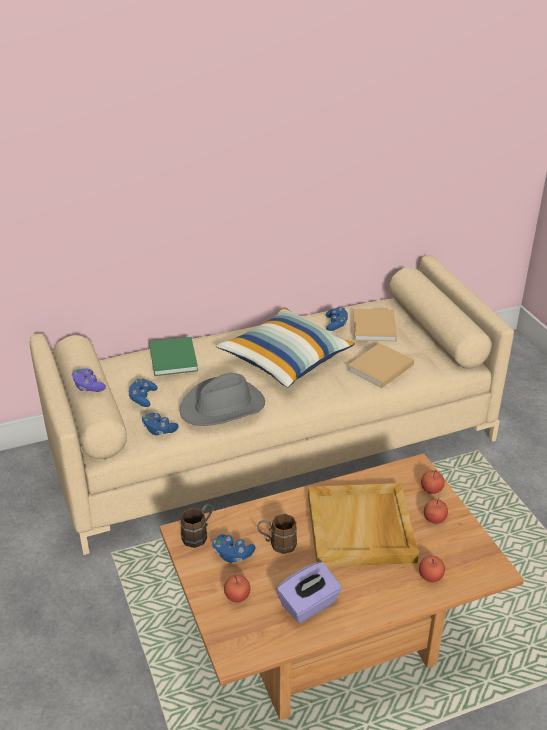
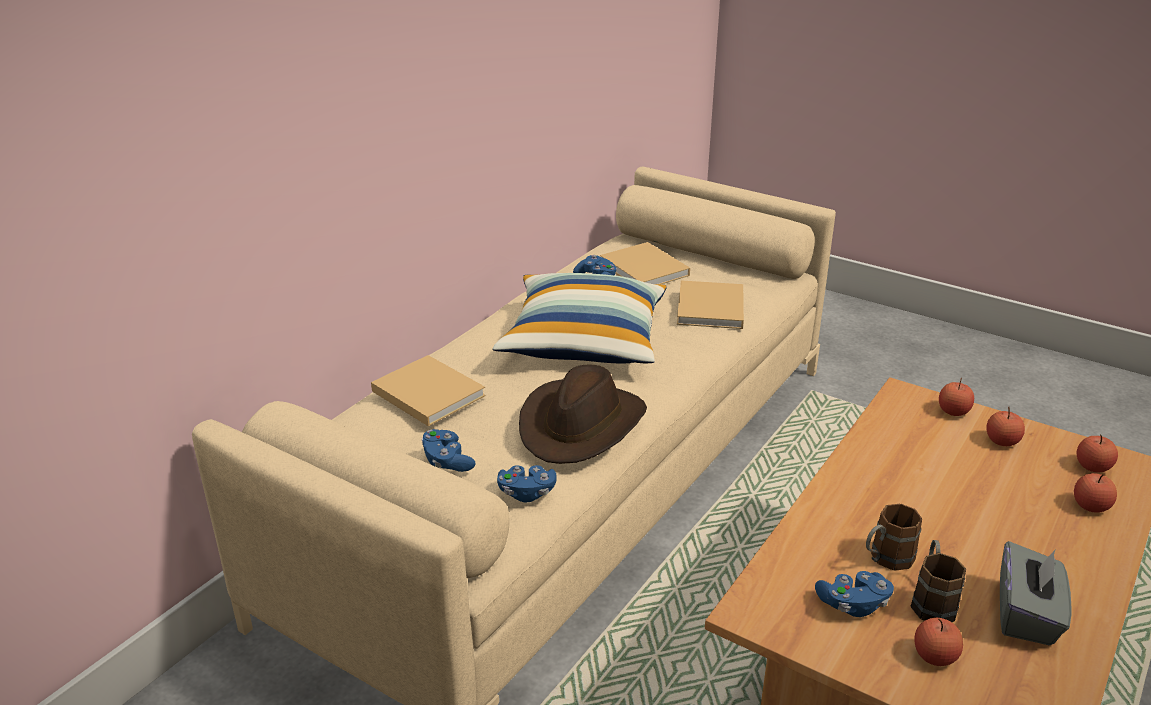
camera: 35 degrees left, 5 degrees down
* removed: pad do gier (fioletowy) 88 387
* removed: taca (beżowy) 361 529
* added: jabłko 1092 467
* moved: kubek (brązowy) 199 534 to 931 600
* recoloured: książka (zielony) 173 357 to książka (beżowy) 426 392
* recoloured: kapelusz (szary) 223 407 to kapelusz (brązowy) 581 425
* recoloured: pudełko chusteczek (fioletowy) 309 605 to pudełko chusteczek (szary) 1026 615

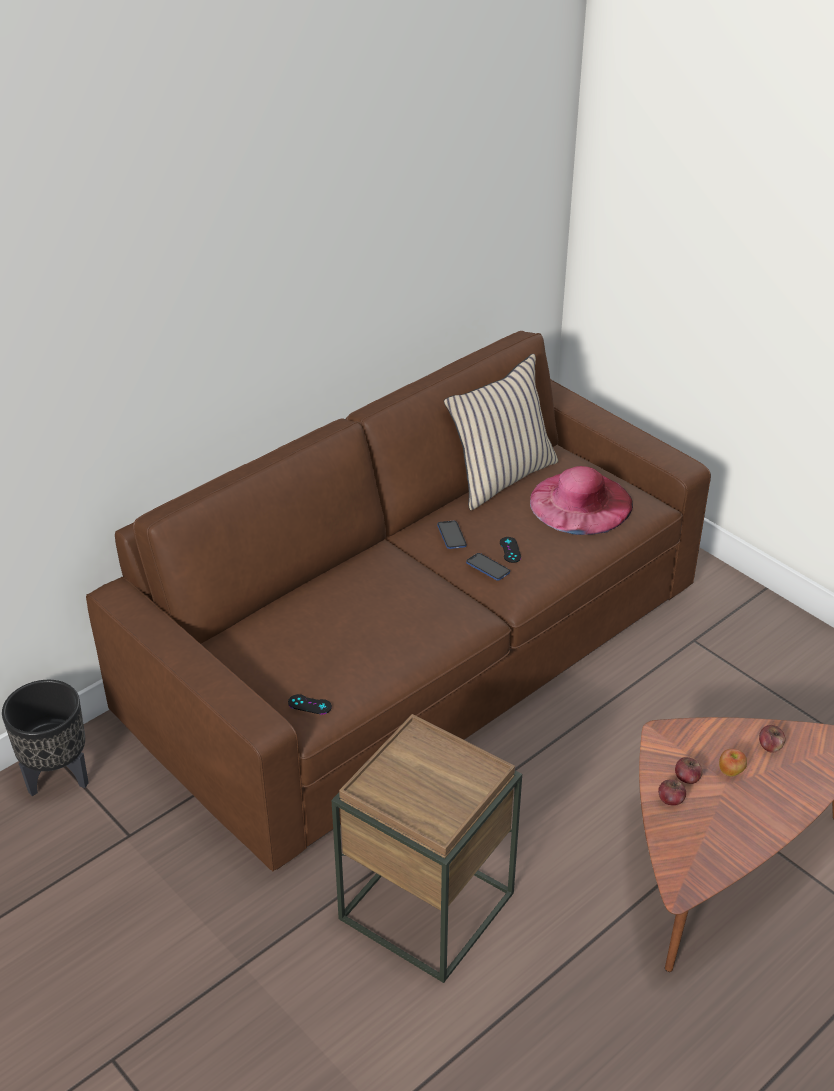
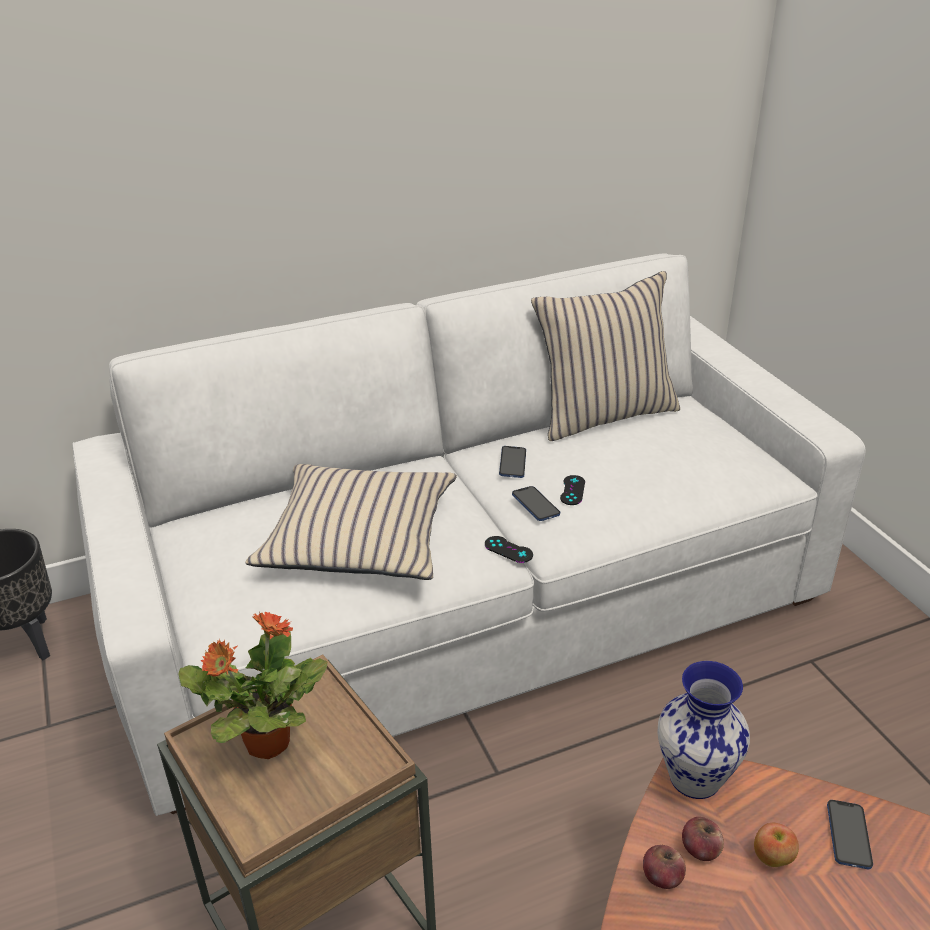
camera: 20 degrees right, 5 degrees down
* removed: kapelusz (różowy) 581 502
* added: roślina doniczkowa 265 742
* added: poduszka (beżowy) 359 537
* added: wazon 693 777
* moved: pad do gier (czarny) 309 704 to 508 549
* replaced: jabłko 770 746 to telefon 848 835
* recoloured: kanapa (brązowy) 416 653 to kanapa (biały) 467 599

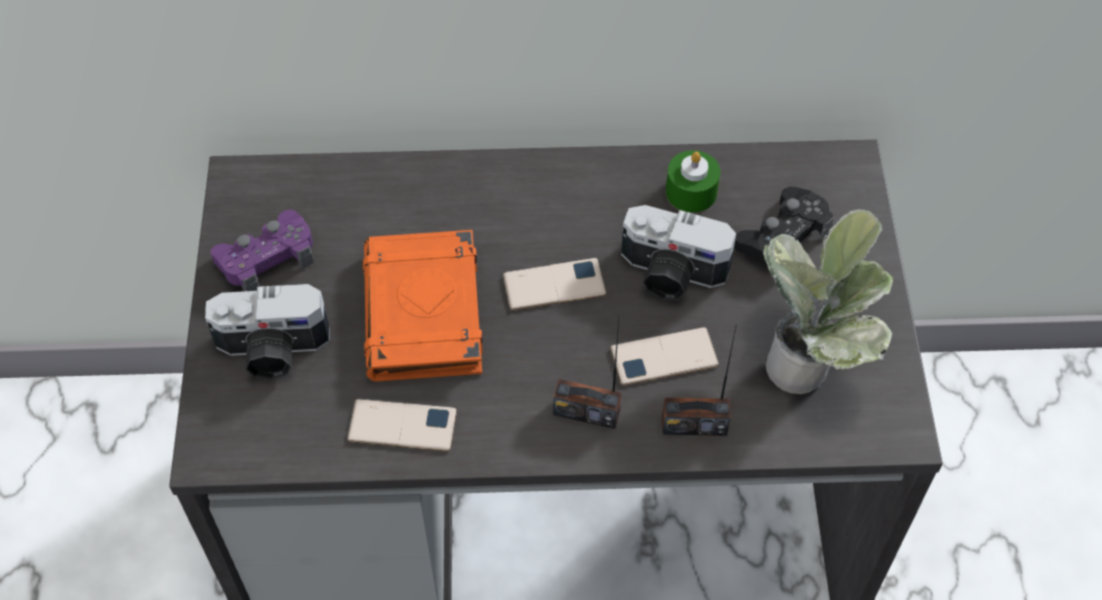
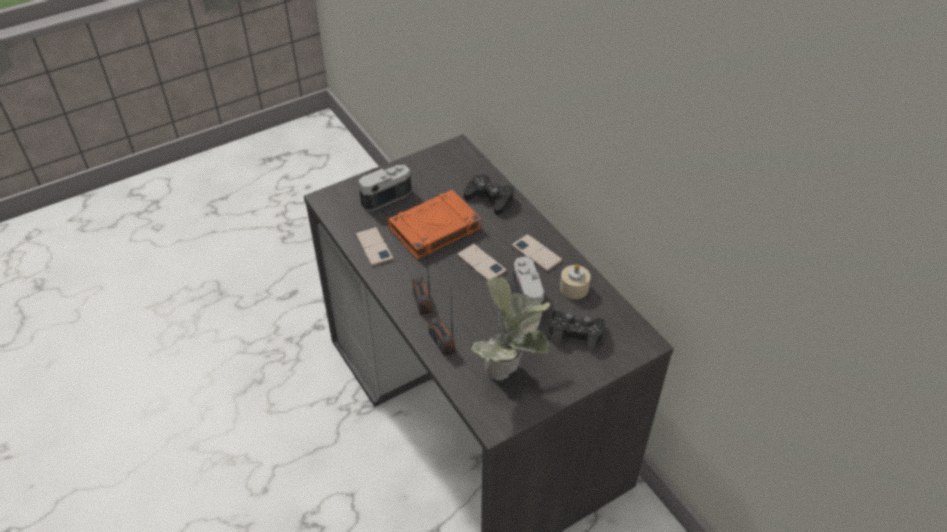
camera: 60 degrees right, 10 degrees down
* removed: pad do gier (fioletowy) 267 258
* added: pad do gier (czarny) 489 198
* moved: telefon 664 357 to 536 253
* recoloured: świeca (zielony) 691 192 to świeca (beżowy) 574 288
* turned: aparat fotograficzny 272 351 = 383 194 90 degrees clockwise

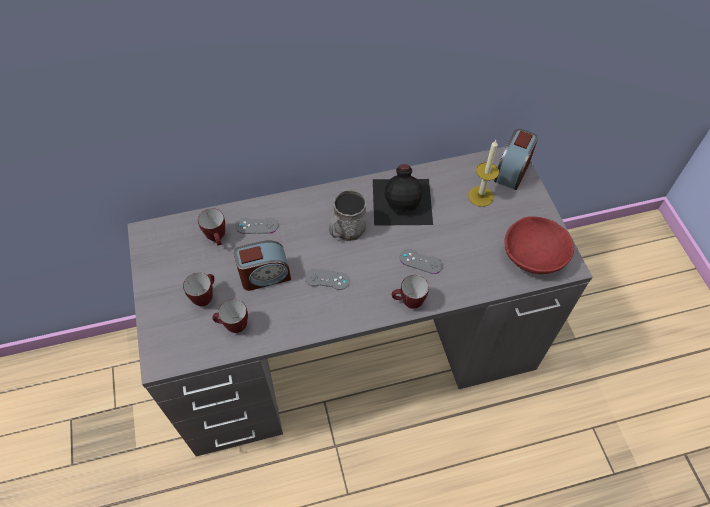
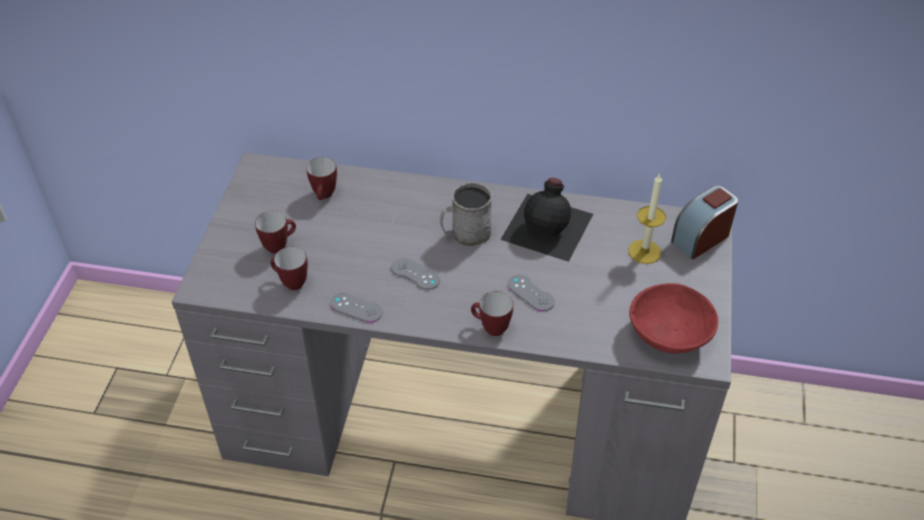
camera: 25 degrees right, 10 degrees down
* removed: budzik 265 275
* moved: pad do gier (szary) 256 225 to 356 307

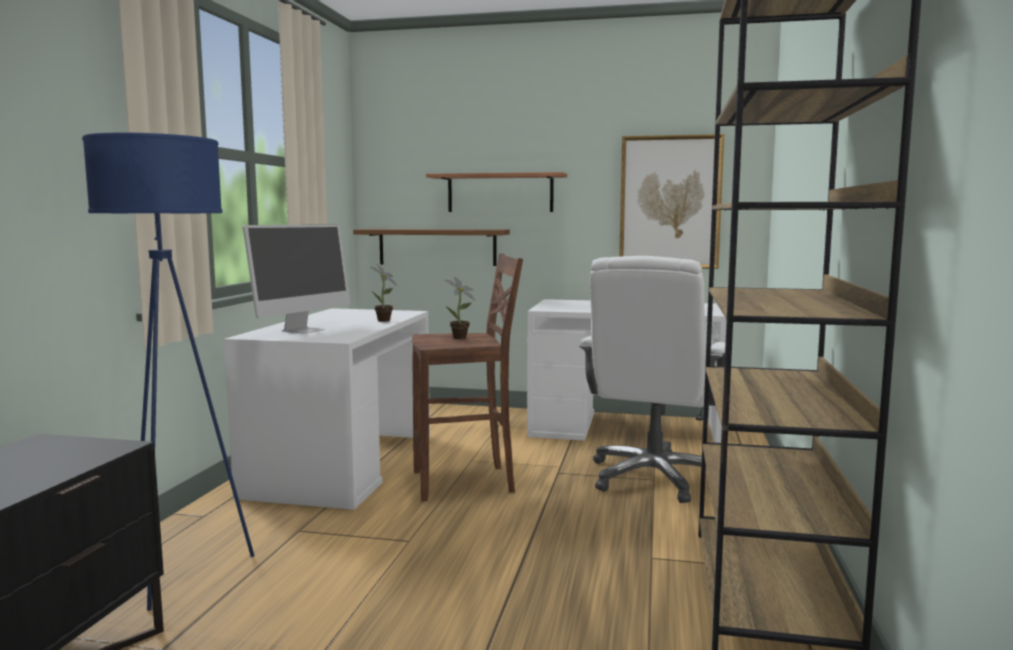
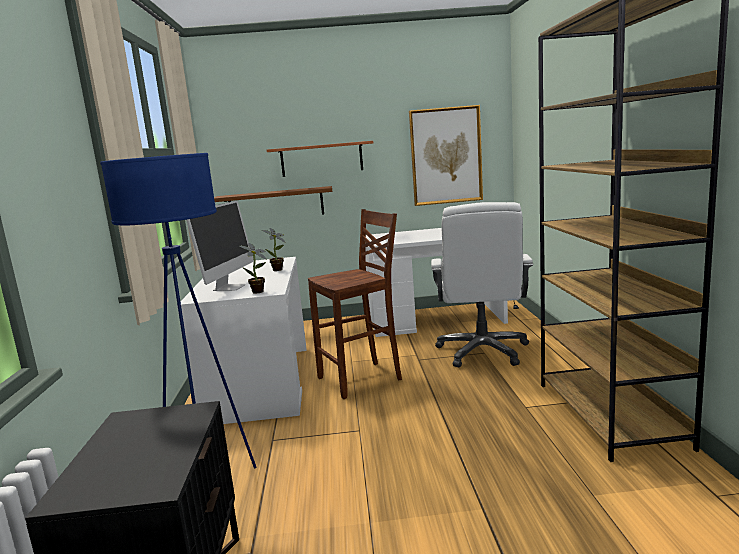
camera: 15 degrees left, 5 degrees up
* moved: roślina doniczkowa 461 338 to 259 292

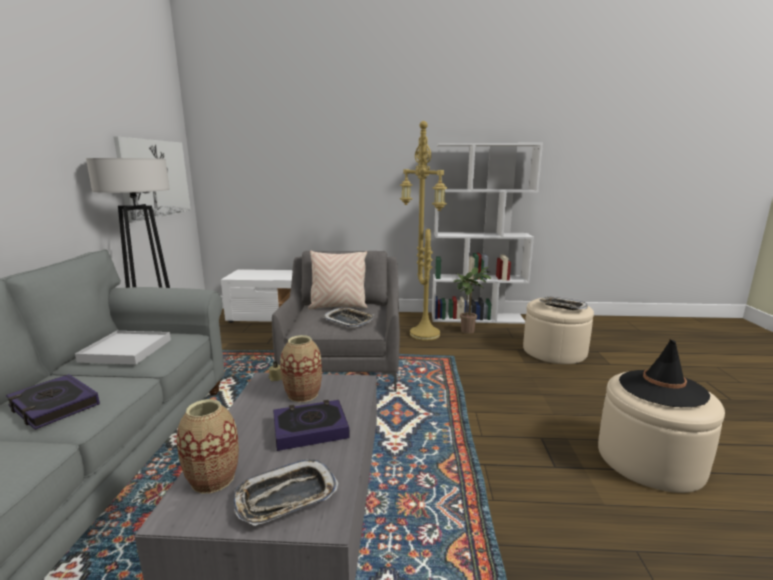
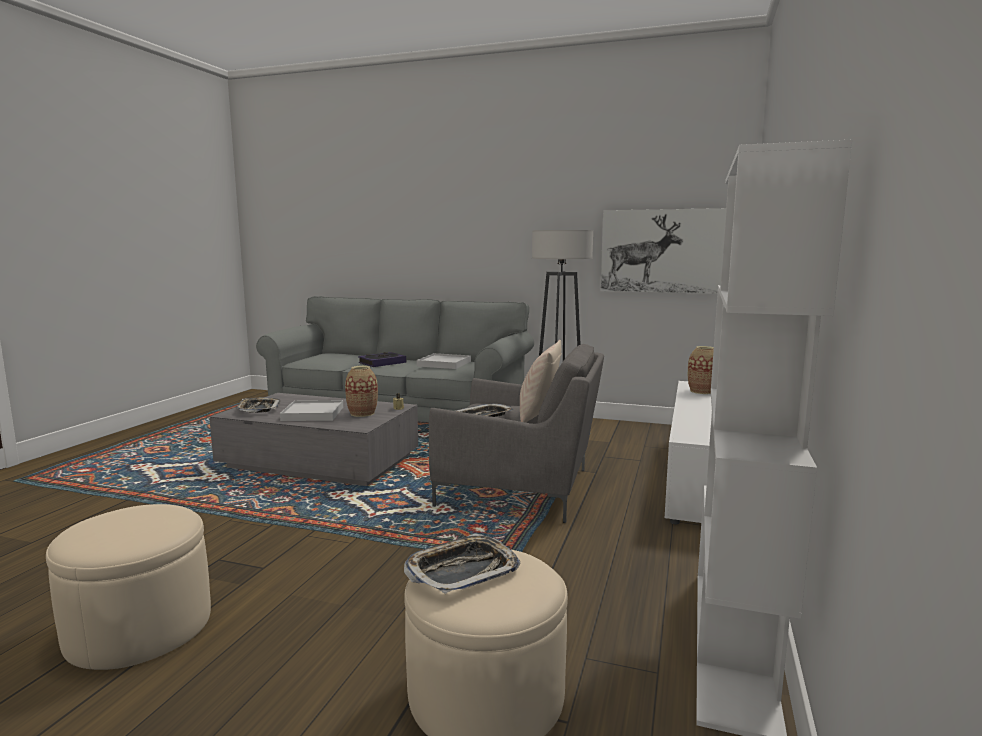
camera: 105 degrees right, 5 degrees down
* removed: lampa stojąca (żółty) 422 334
* removed: roślina doniczkowa 468 330
* removed: kapelusz (czarny) 662 388
* moved: wazon 213 478 to 702 391
* replaced: książka 310 429 to taca (biały) 313 413

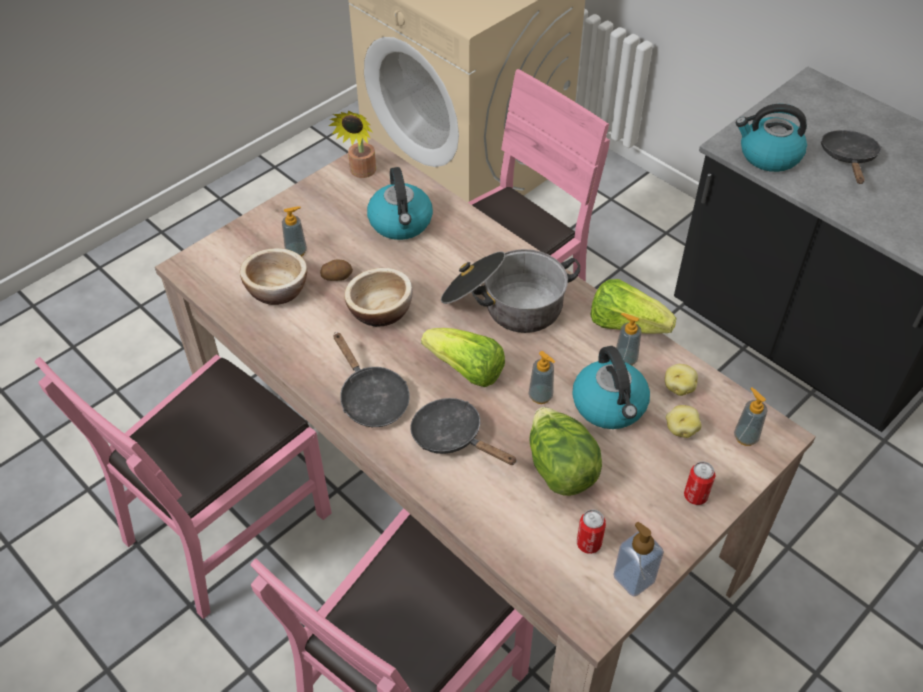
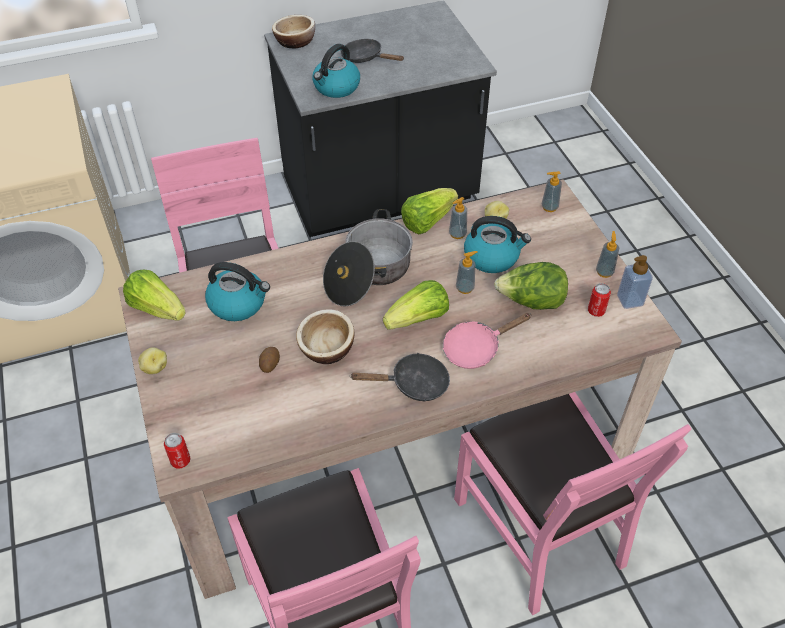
camera: 65 degrees left, 0 degrees up
* moved: miska 277 290 to 295 42
* moved: dozownik mydła 296 252 to 604 272
* moved: ziemniak 681 429 to 154 367
* moved: puszka 695 496 to 180 460
* replaced: roślina doniczkowa 361 173 to sałata 157 308
* recoloured: patelnia (czarny) 453 437 to patelnia (różowy) 476 348

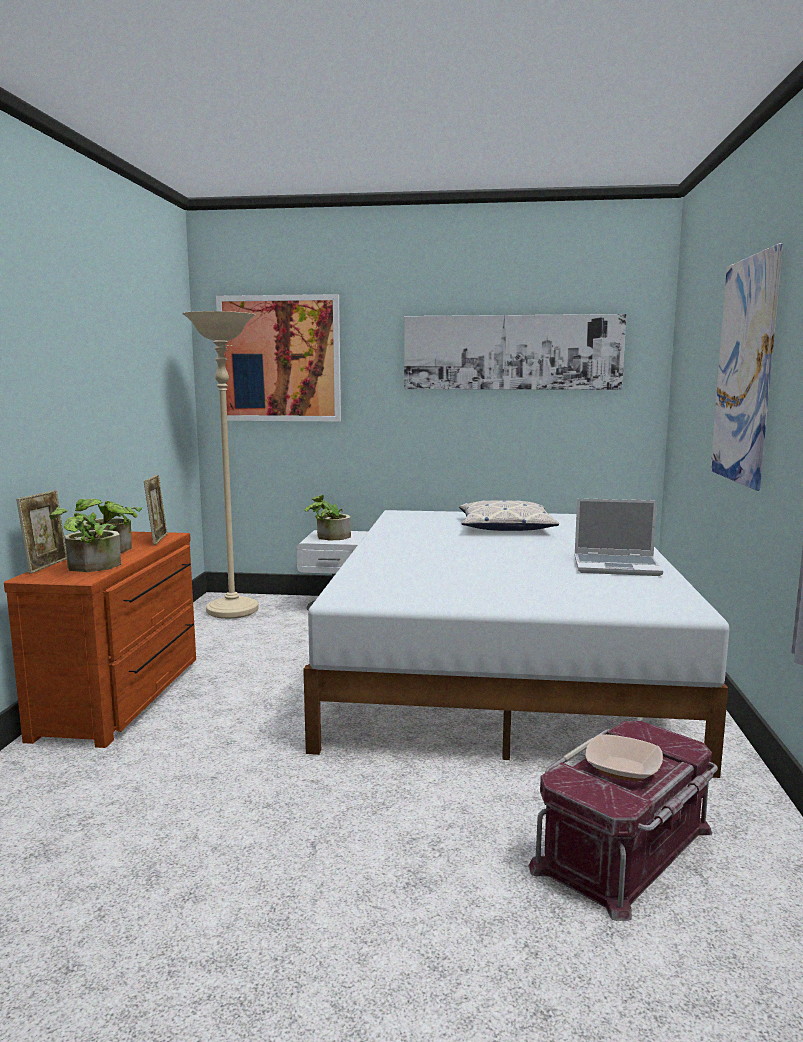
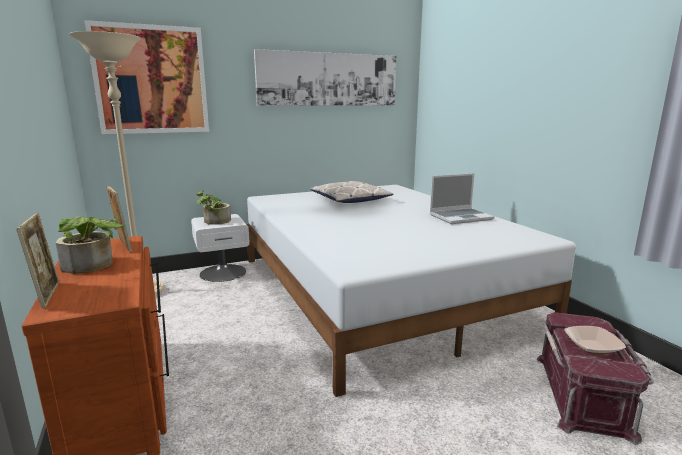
camera: 30 degrees left, 5 degrees up
* removed: roślina doniczkowa 89 567
* removed: obraz 744 371

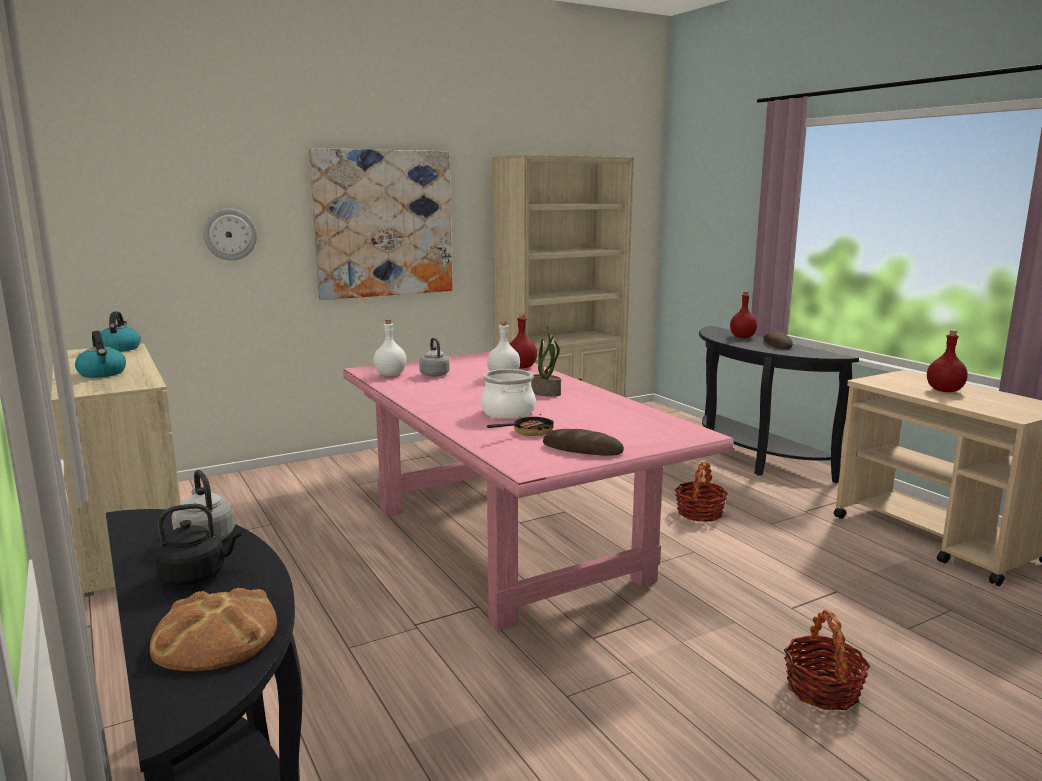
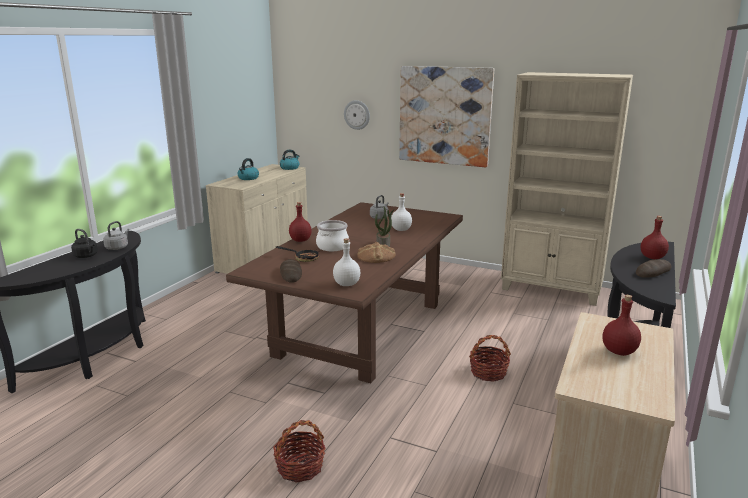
camera: 55 degrees right, 5 degrees up
* moved: chleb 216 637 to 376 256
* moved: butelka (biały) 391 374 to 347 284
* moved: butelka (czerwony) 522 367 to 300 240
* recoloured: stół jadalny (różowy) 505 543 to stół jadalny (brązowy) 361 328

